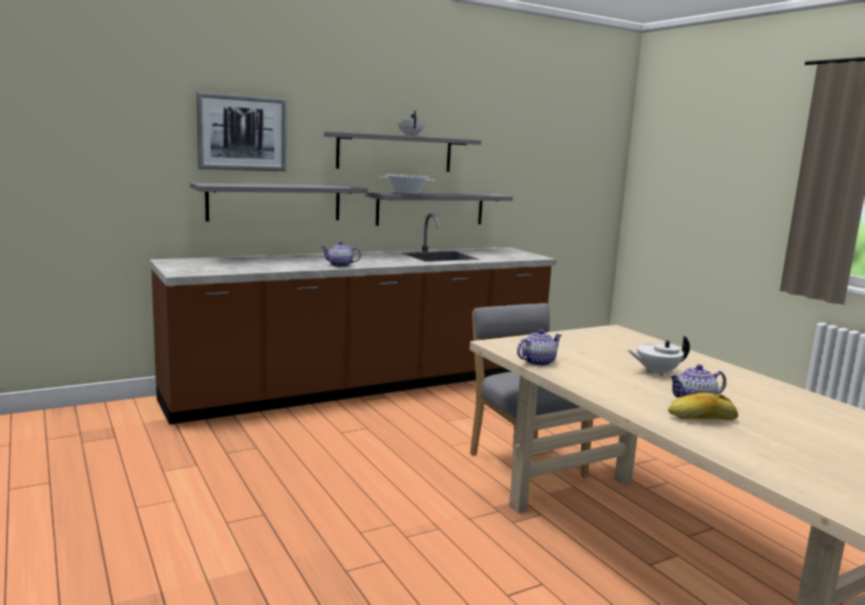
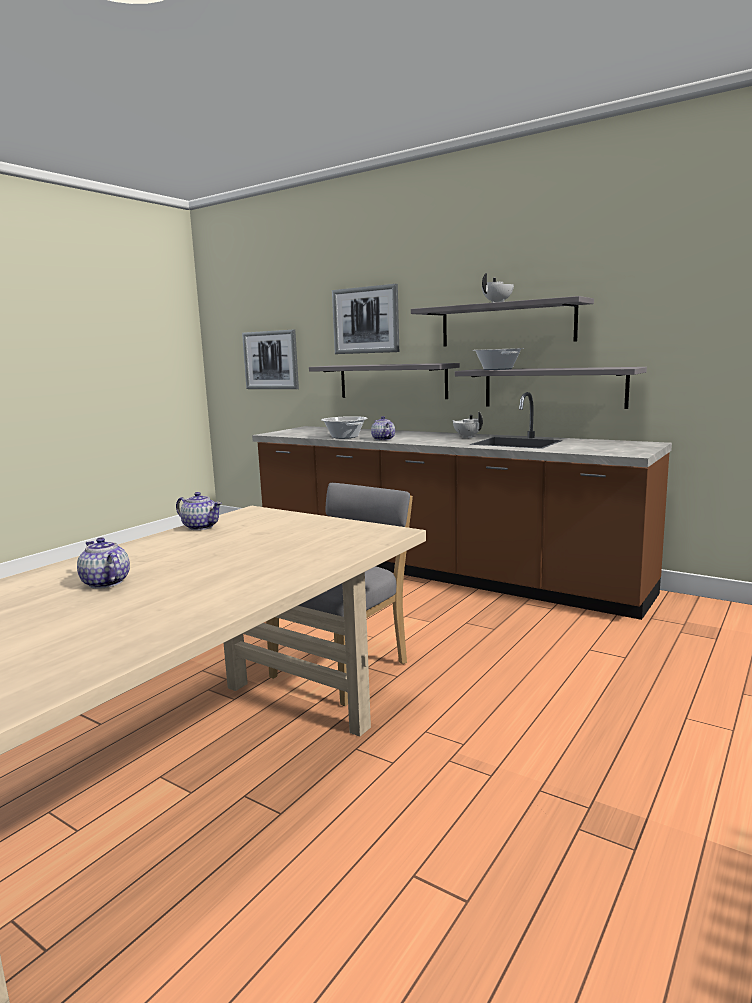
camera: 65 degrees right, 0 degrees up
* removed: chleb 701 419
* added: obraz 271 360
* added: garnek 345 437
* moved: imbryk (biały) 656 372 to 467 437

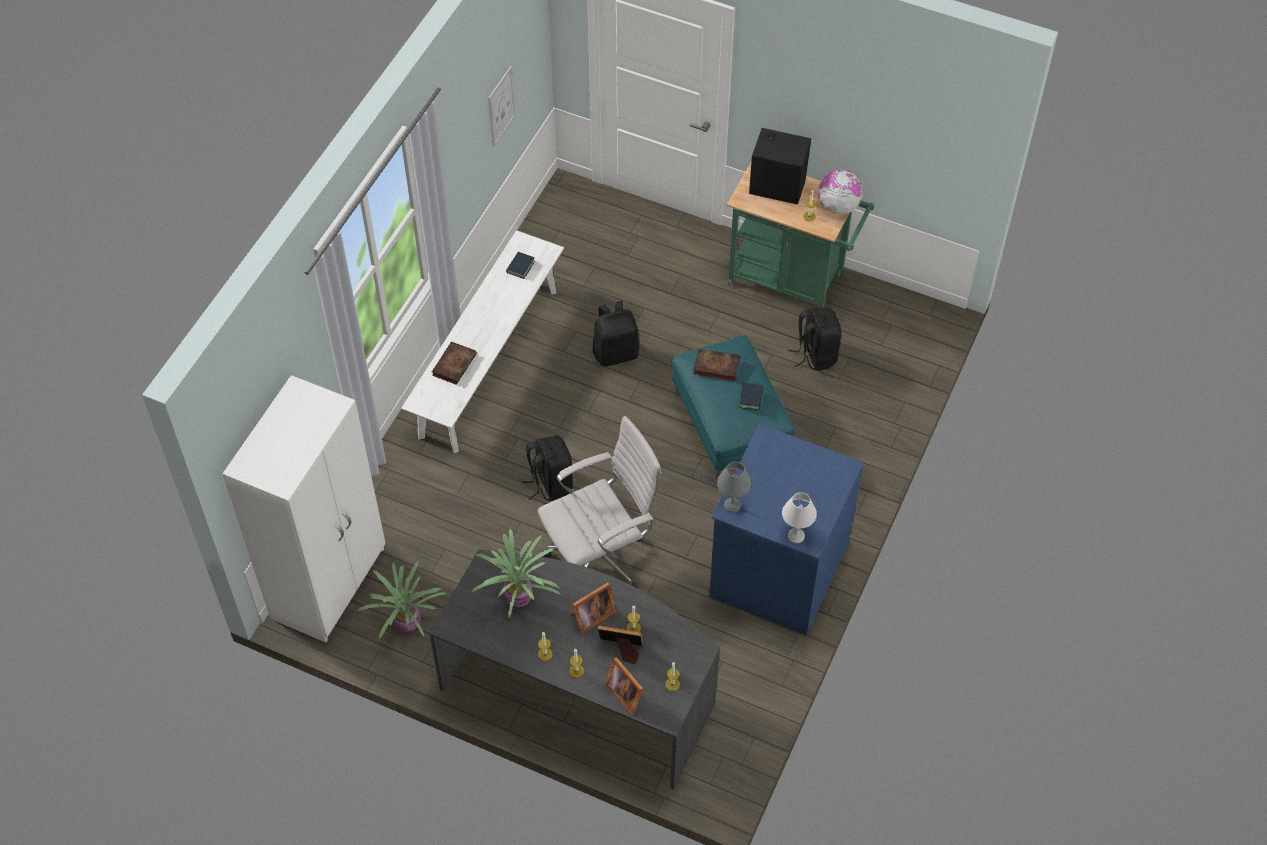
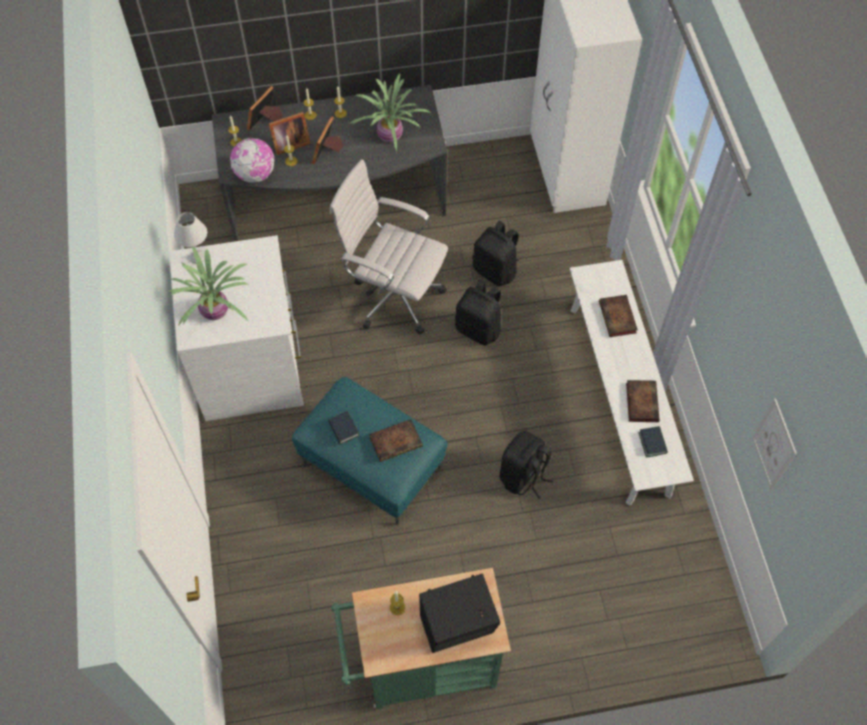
camera: 145 degrees right, 5 degrees up
* removed: lampa stołowa (szary) 731 505
* added: książka 641 401
* moved: roślina doniczkowa 407 621 to 215 313
* moved: plecak (czarny) 815 354 to 496 270
* moved: globus 838 206 to 255 174
* recoloured: komoda (niebieski) 777 569 to komoda (biały) 251 366
* turned: krzesło biurowe (biały) 601 558 = 393 296 90 degrees clockwise
* turned: ramka na zdjęcie 625 692 = 266 120 75 degrees counterclockwise

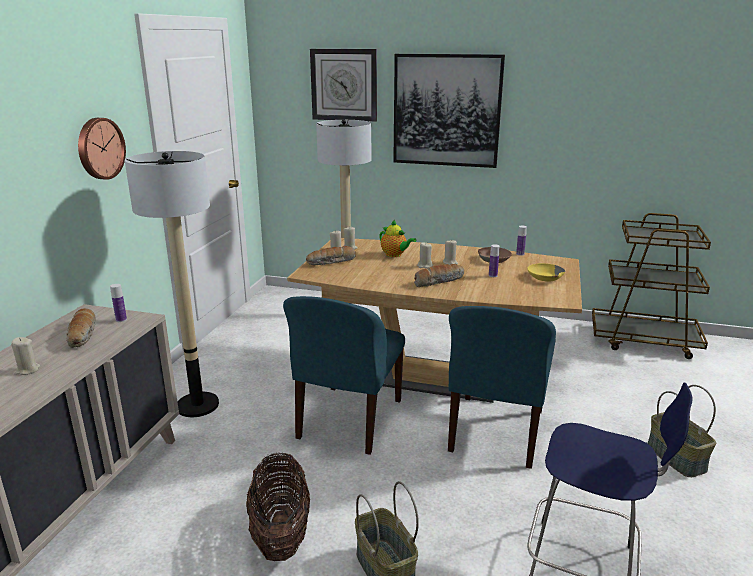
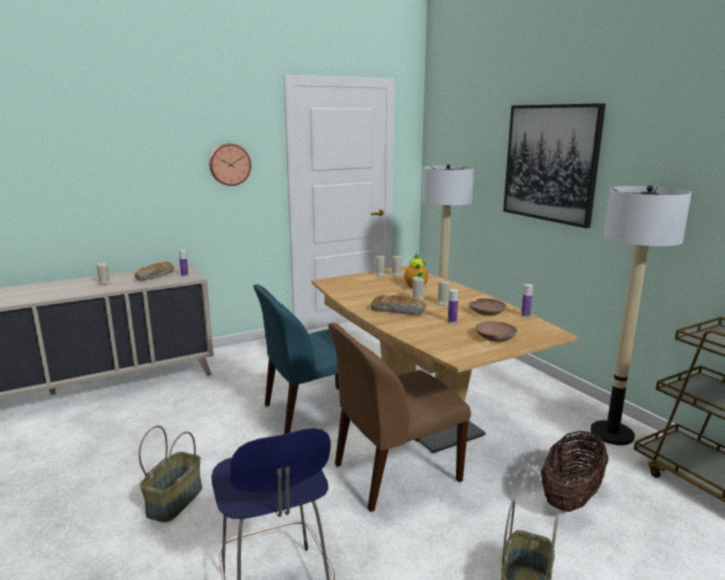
camera: 45 degrees right, 5 degrees down
* removed: chleb 331 262
* removed: zegar ścienny 344 85
* moved: lampa stojąca 198 405 to 612 433
* moved: koszyk 281 533 to 571 496
* recoloured: krzesło (niebieski) 495 432 to krzesło (brązowy) 394 473
* recoloured: miska (żółty) 544 277 to miska (brązowy) 494 337

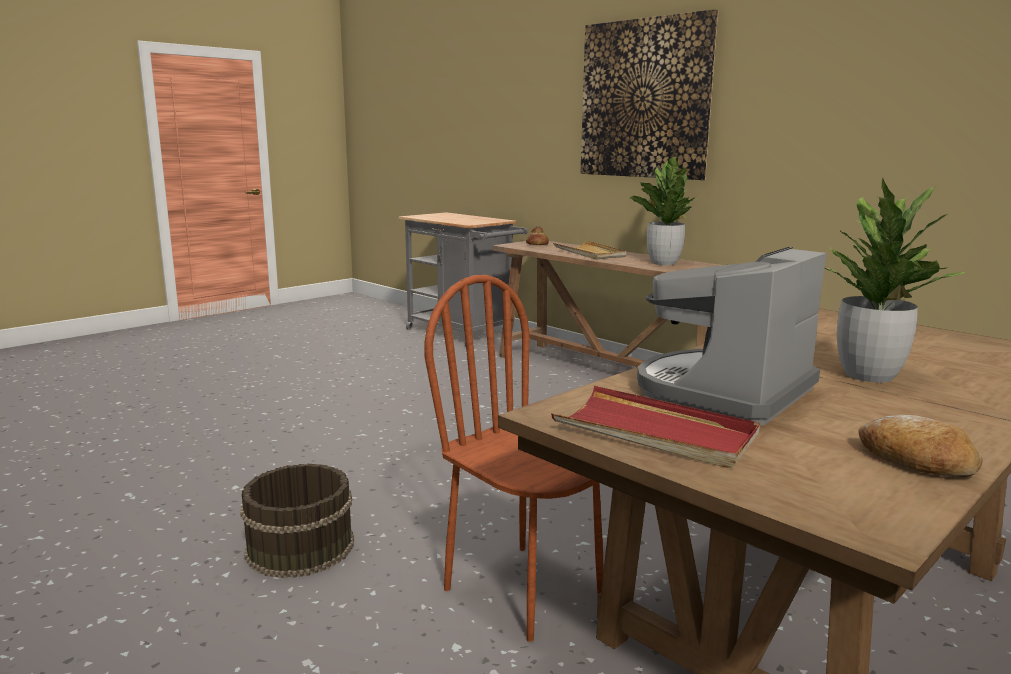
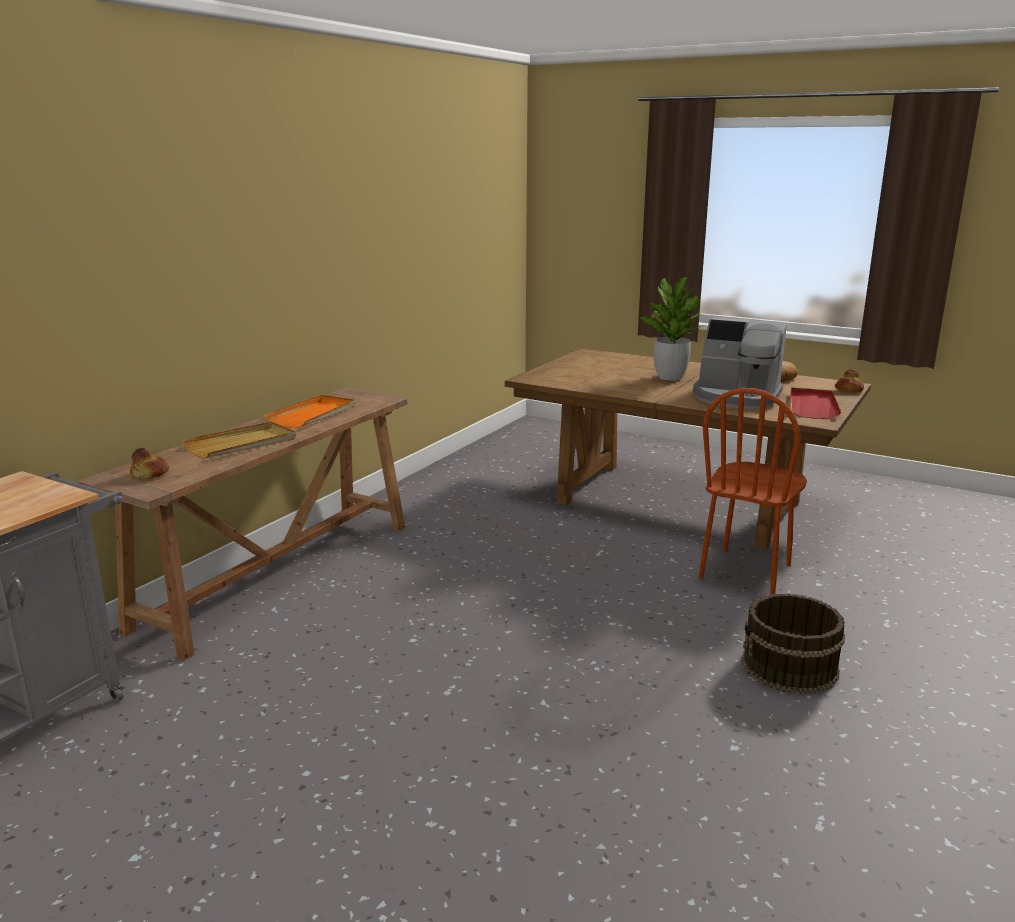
camera: 105 degrees left, 5 degrees up
* removed: obraz 644 99
* added: chleb 848 390
* replaced: roślina doniczkowa 663 263 to taca (pomarańczowy) 313 414

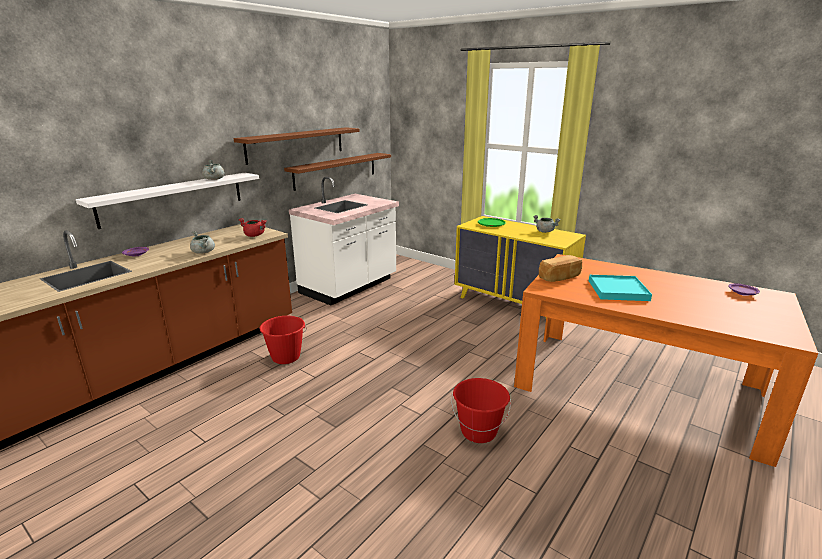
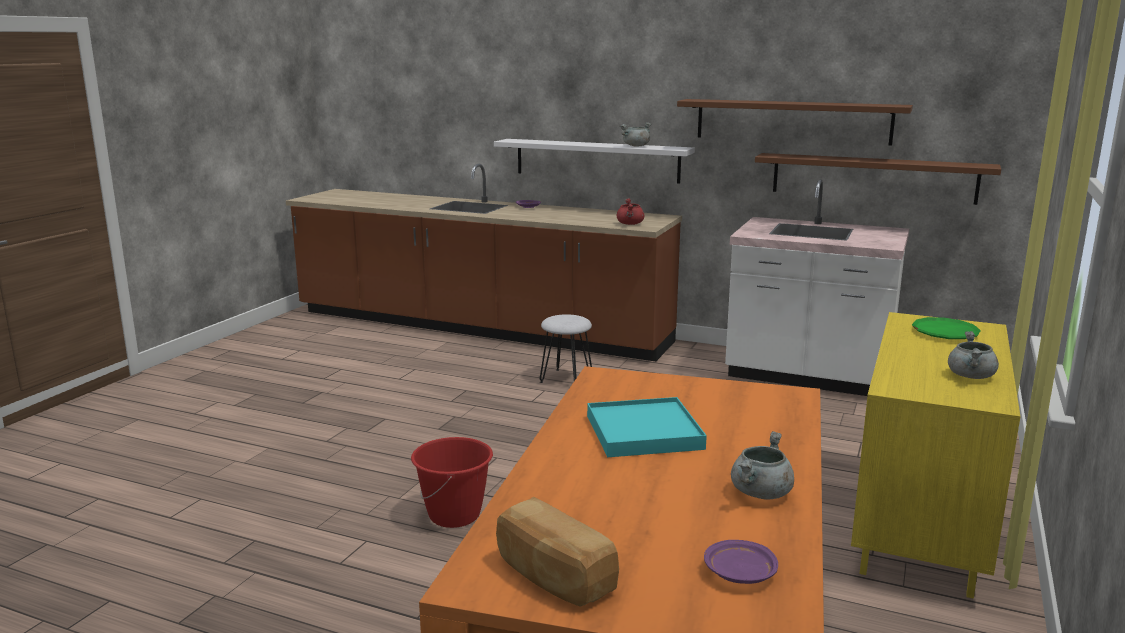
camera: 75 degrees right, 5 degrees down
* moved: garnek (szary) 203 252 to 761 493
* moved: chleb 560 277 to 553 576
* replaced: wiadro (czerwony) 286 357 to stołek (biały) 565 378

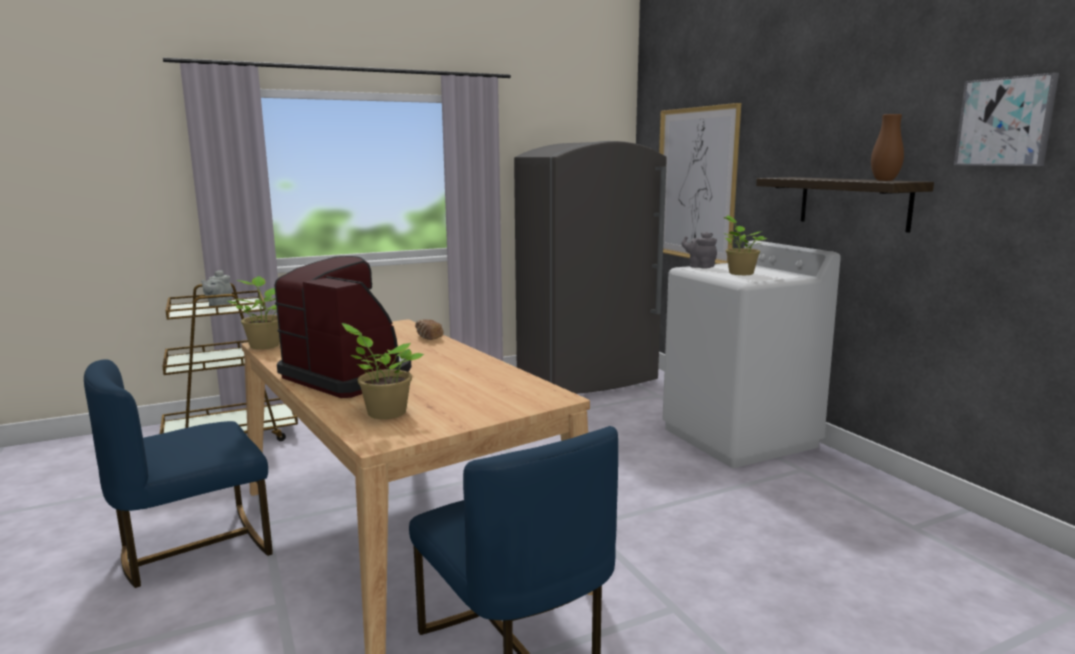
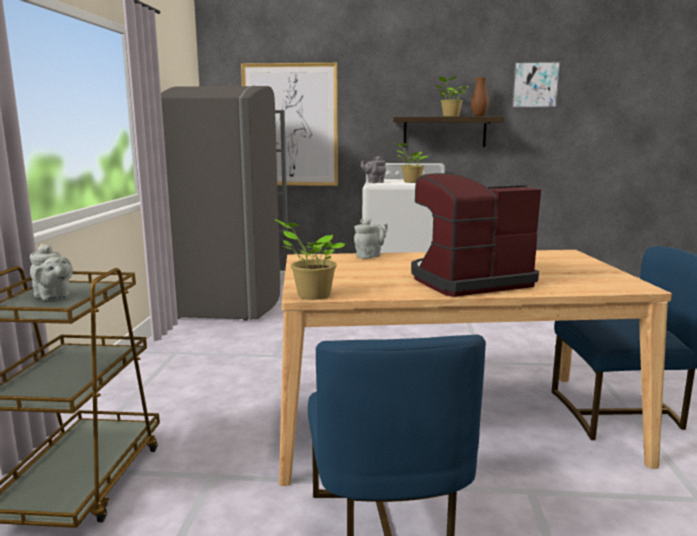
camera: 60 degrees left, 0 degrees up
* moved: roślina doniczkowa 384 412 to 450 116
* replaced: chleb 428 337 to imbryk (szary) 370 256

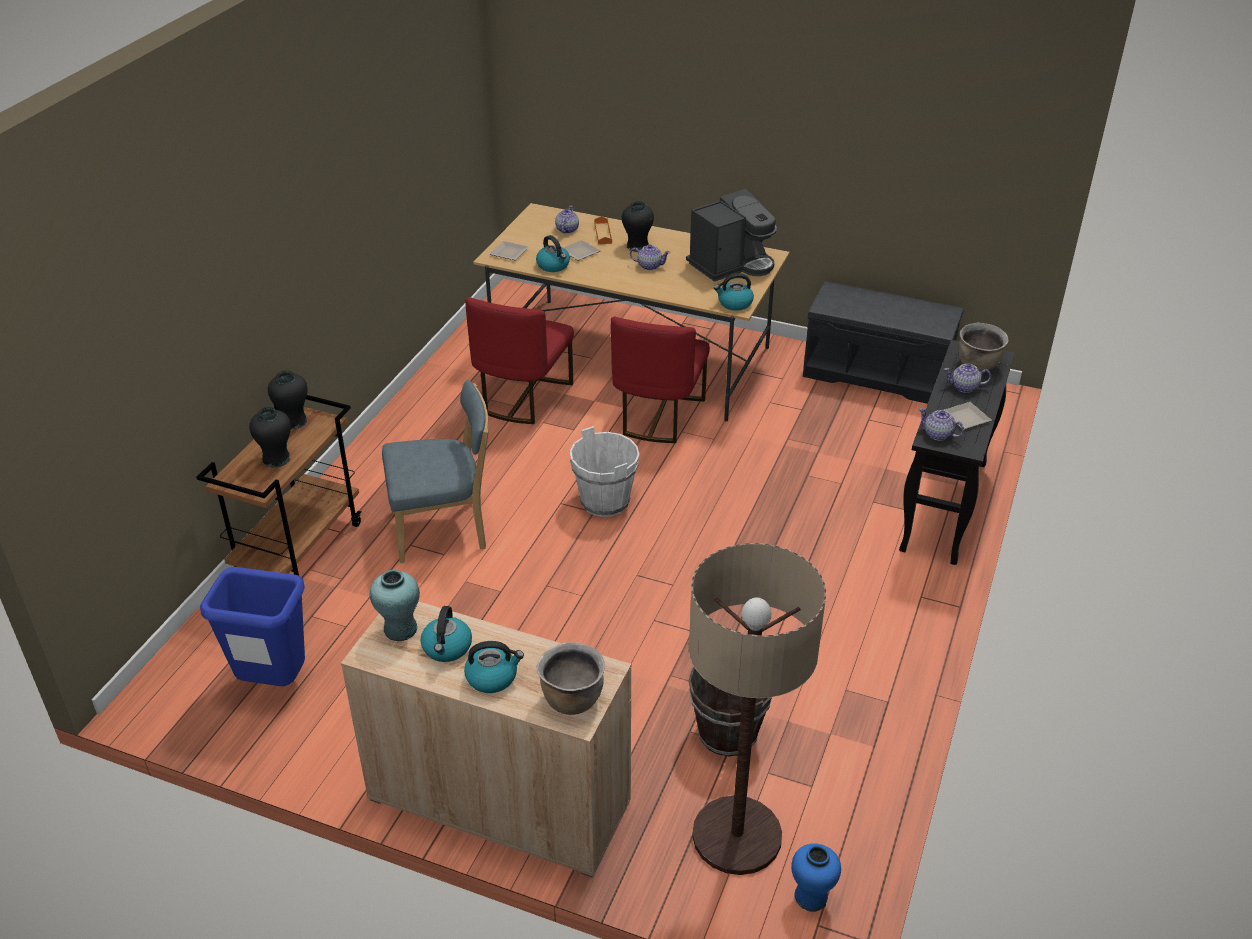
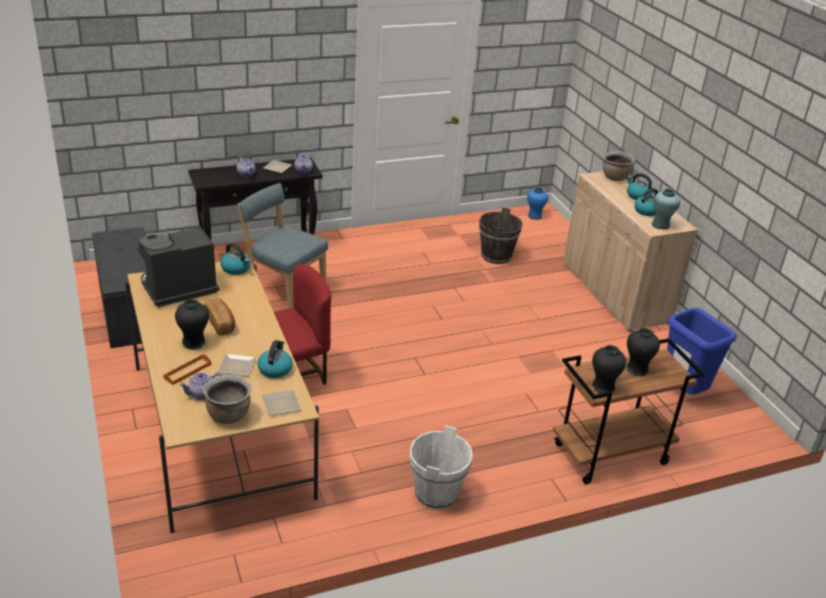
camera: 135 degrees left, 5 degrees down
* removed: krzesło (czerwony) 522 397
* removed: lampa stojąca 736 836
* moved: krzesło (niebieski) 444 530 to 284 290
* moved: wiadro (biały) 605 501 to 436 493
* moved: garnek (brązowy) 978 365 to 228 415
* replaced: imbryk 649 266 to chleb 221 323
* turned: ekspres do kawy 731 265 = 177 289 45 degrees counterclockwise

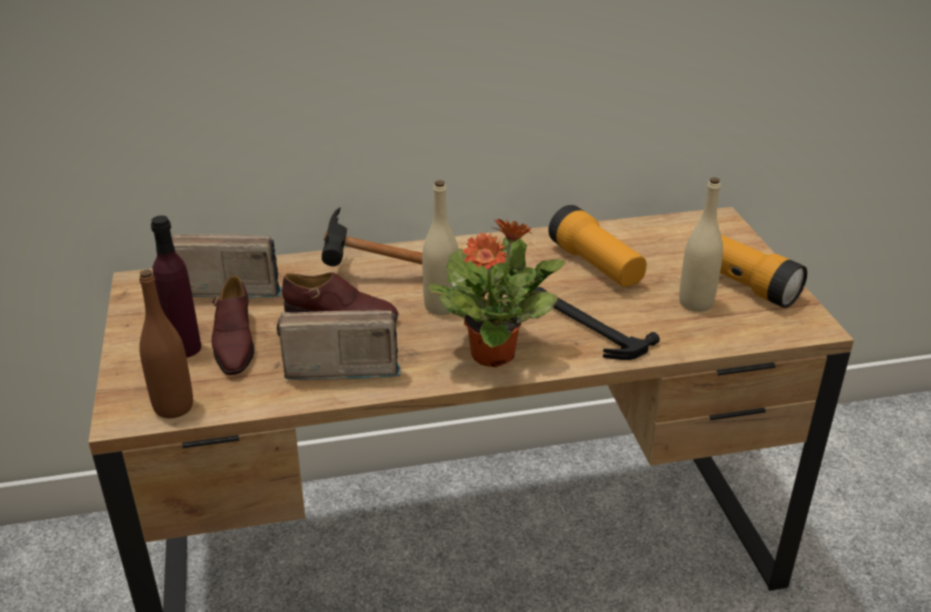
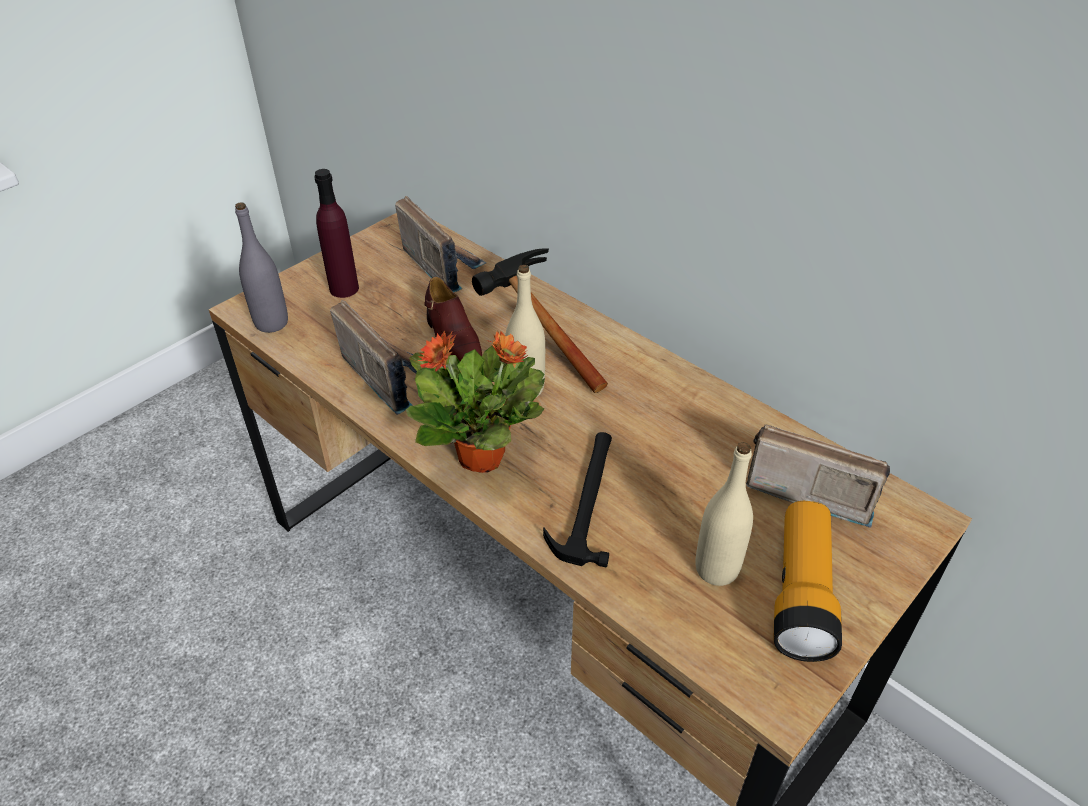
camera: 55 degrees right, 10 degrees up
* removed: but (brązowy) 234 343
* removed: latarka 596 265
* added: radio 807 488
* recoloured: butelka (brązowy) 173 407 to butelka (szary) 271 323

